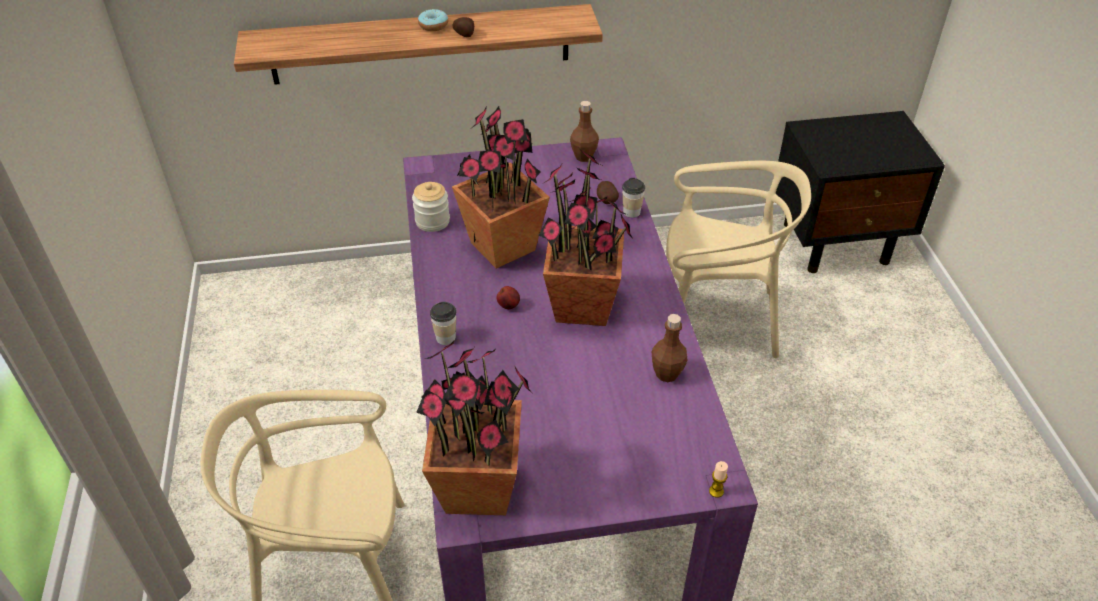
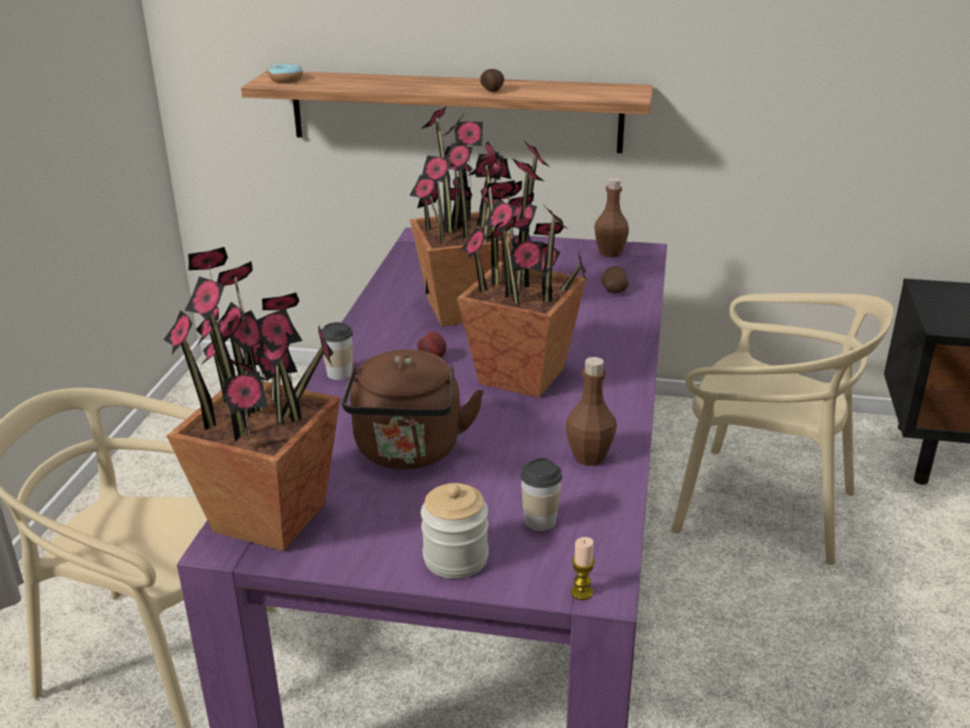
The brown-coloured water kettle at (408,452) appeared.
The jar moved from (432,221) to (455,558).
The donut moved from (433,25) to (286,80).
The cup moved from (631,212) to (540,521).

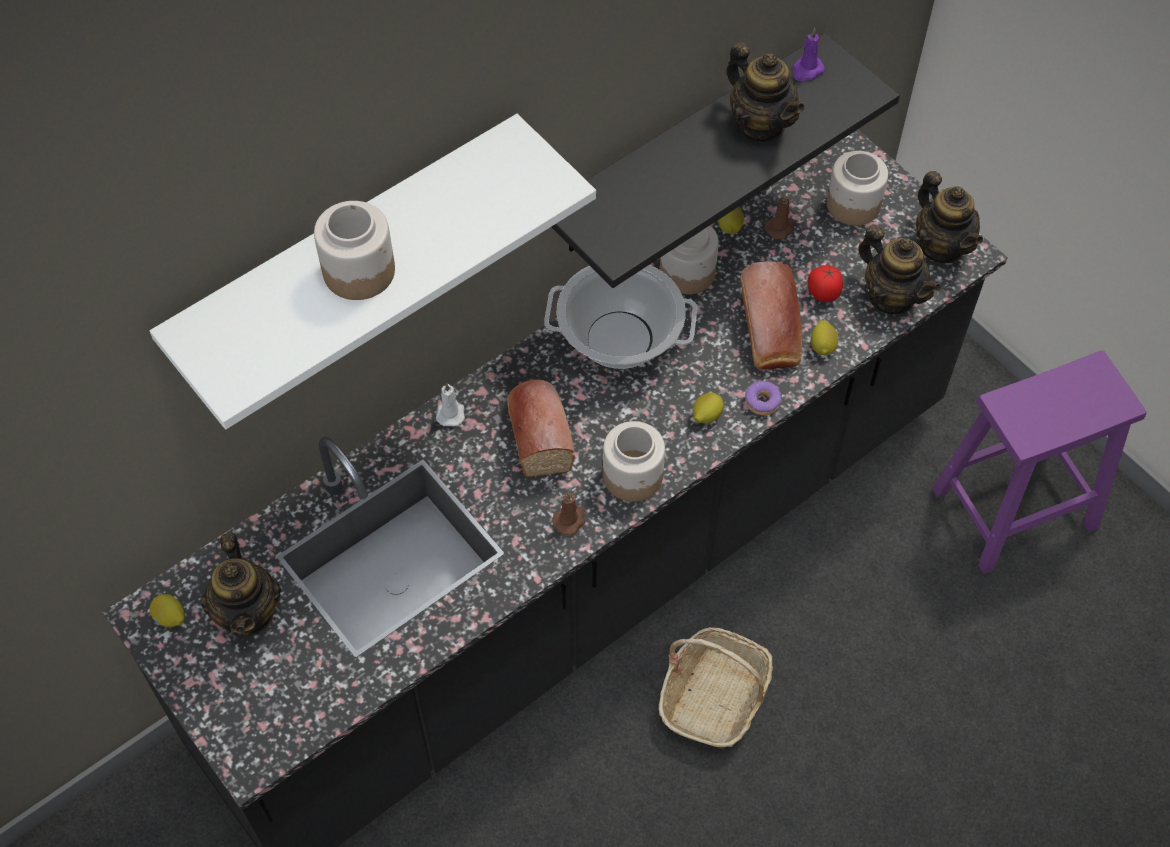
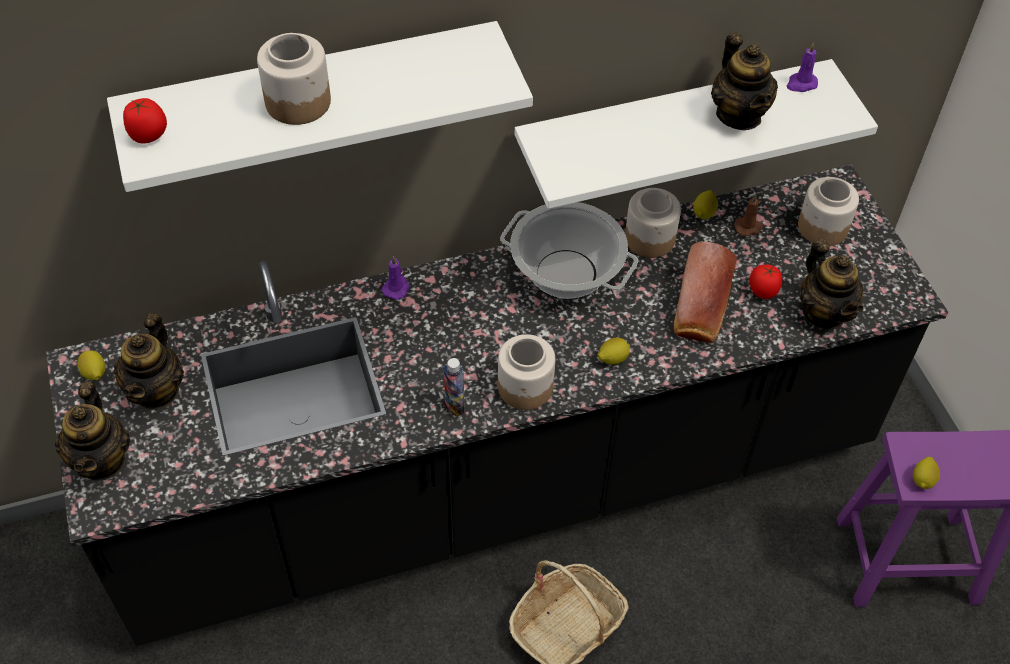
The baked bread at (538,434) disappeared.
The donut at (762,402) disappeared.
The fresh tomato at (149,136) appeared.
The whole lemon moved from (822,346) to (923,480).
The teapot moved from (941,246) to (102,460).
The brown-coloured wax light at (570,520) was replaced by the bottle at (454,405).
The whitish wax light at (450,412) became the purple-coloured wax light at (396,288).
The black-coloured wall shelf at (685,148) became the whitish wall shelf at (672,122).

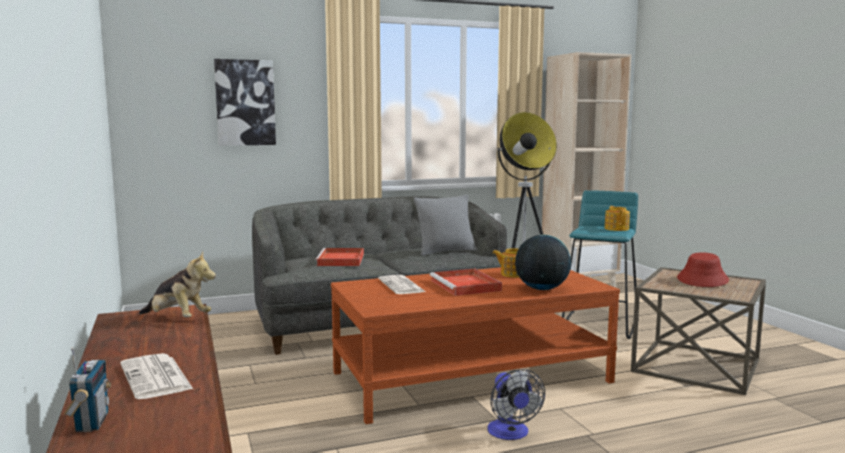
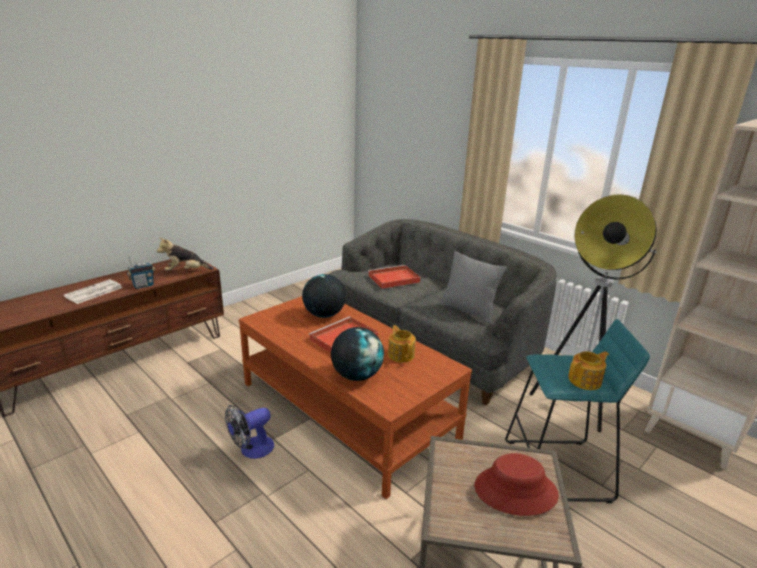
The picture at (245,102) disappeared.
The radio moved from (91,422) to (143,285).
The daily paper at (402,286) was replaced by the globe at (324,315).
The plush toy at (178,319) turned 75 degrees clockwise.

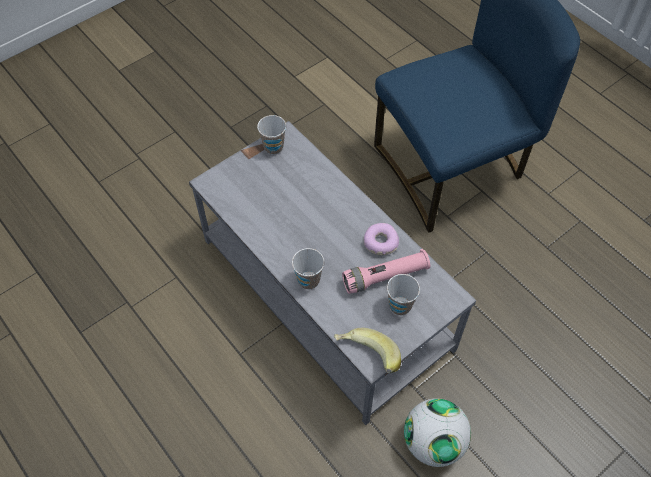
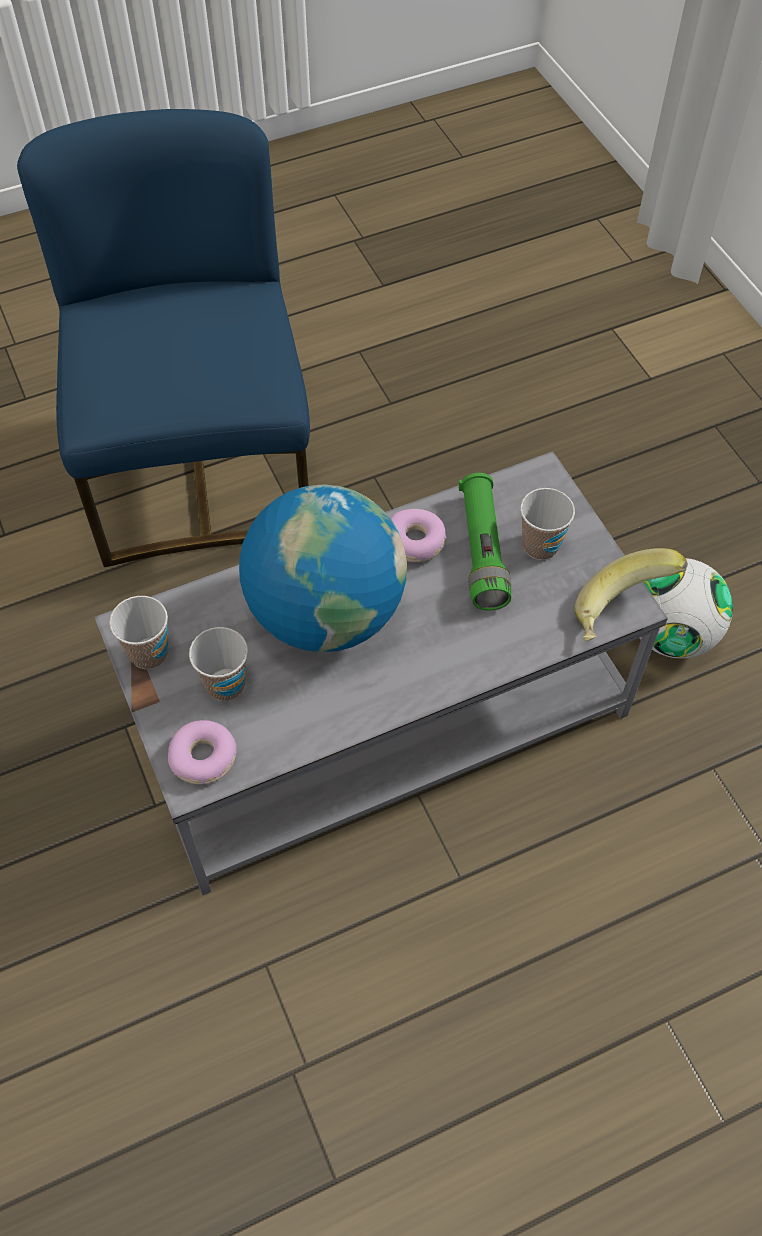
The donut at (204,757) appeared.
The globe at (325,613) appeared.
The cup moved from (308,280) to (225,685).
The pinkish torch at (385,277) became the green torch at (482,551).

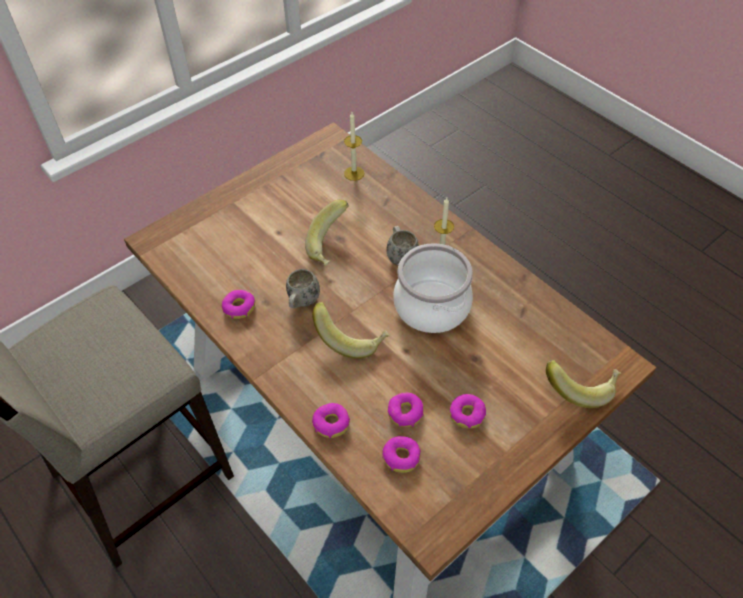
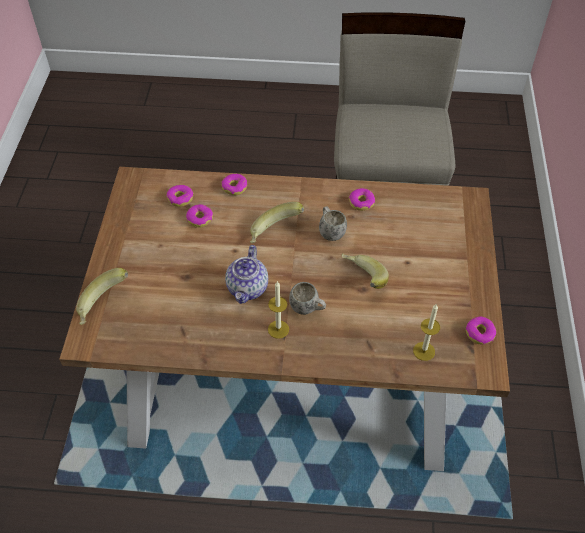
The donut moved from (467,414) to (479,333).
The stockpot at (431,306) was replaced by the teapot at (248,288).

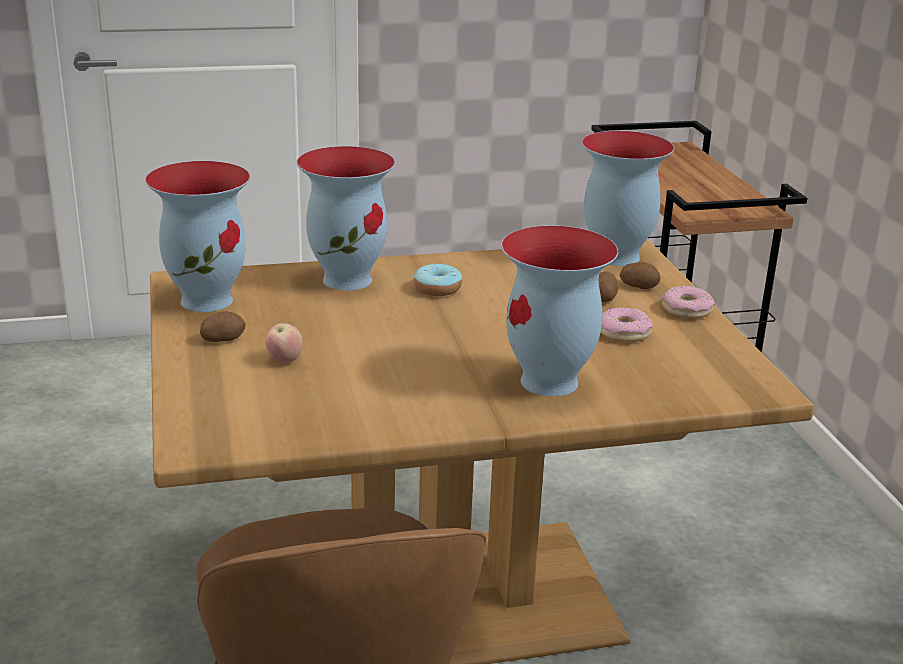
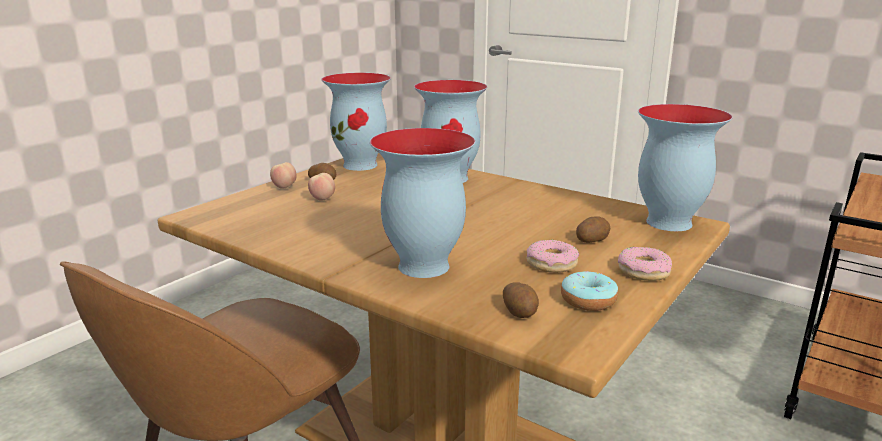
The whole apple at (284,187) appeared.
The donut moved from (437,289) to (588,300).
The spud moved from (639,286) to (520,312).

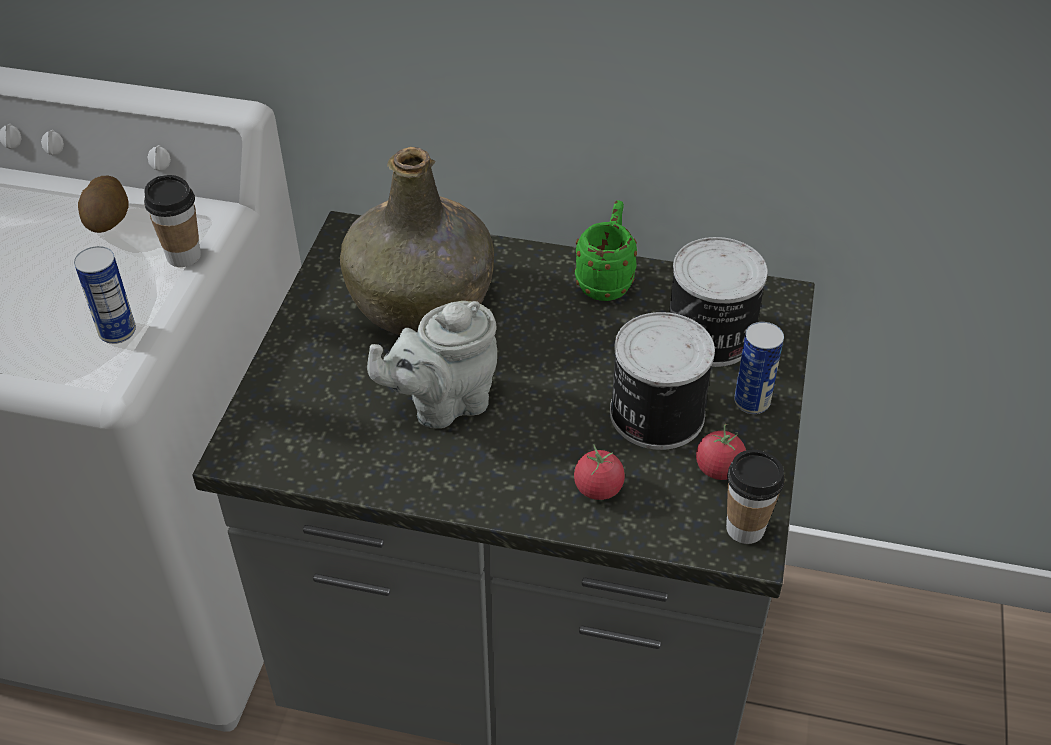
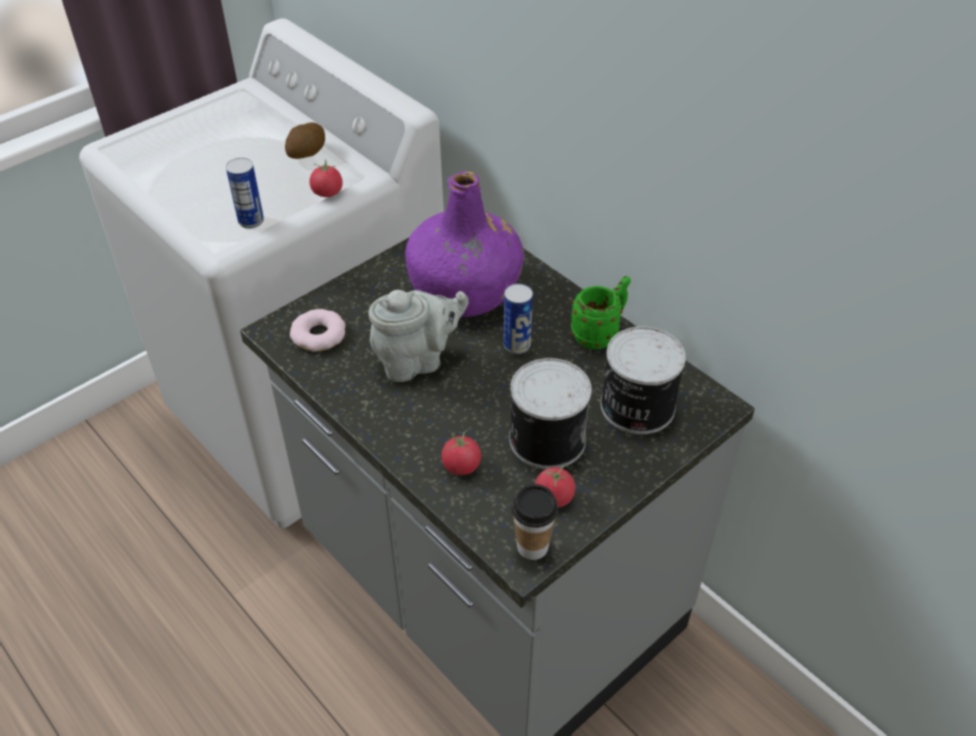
The donut at (319,335) appeared.
The can moved from (752,402) to (517,345).
The cup at (183,256) was replaced by the fresh tomato at (327,193).
The green bottle at (423,301) became the purple-coloured bottle at (466,290).
The gray teapot at (443,403) turned 150 degrees clockwise.

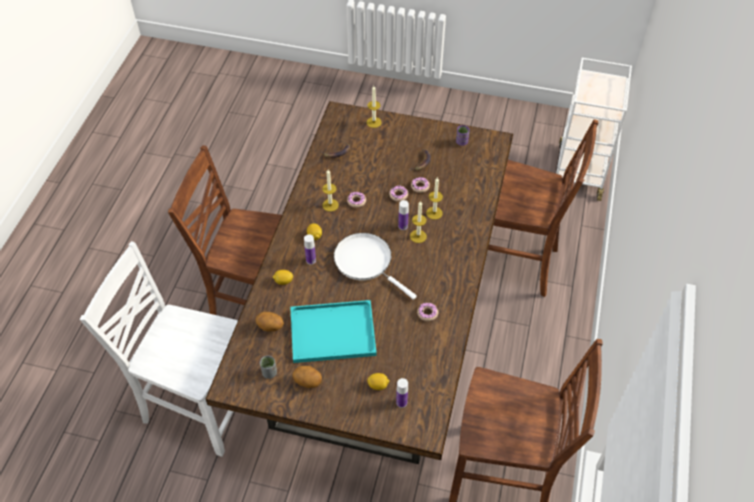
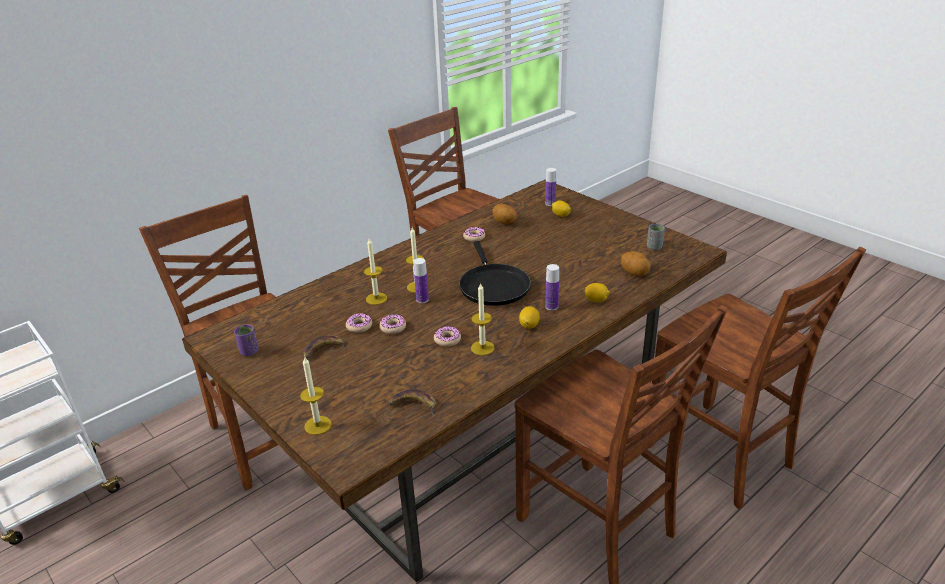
The blue-green tray at (334,331) disappeared.
The spud moved from (308,381) to (504,223).
The whitish plain chair at (197,405) became the brown-coloured plain chair at (721,456).
The whitish pan at (366,262) became the black-coloured pan at (493,286).

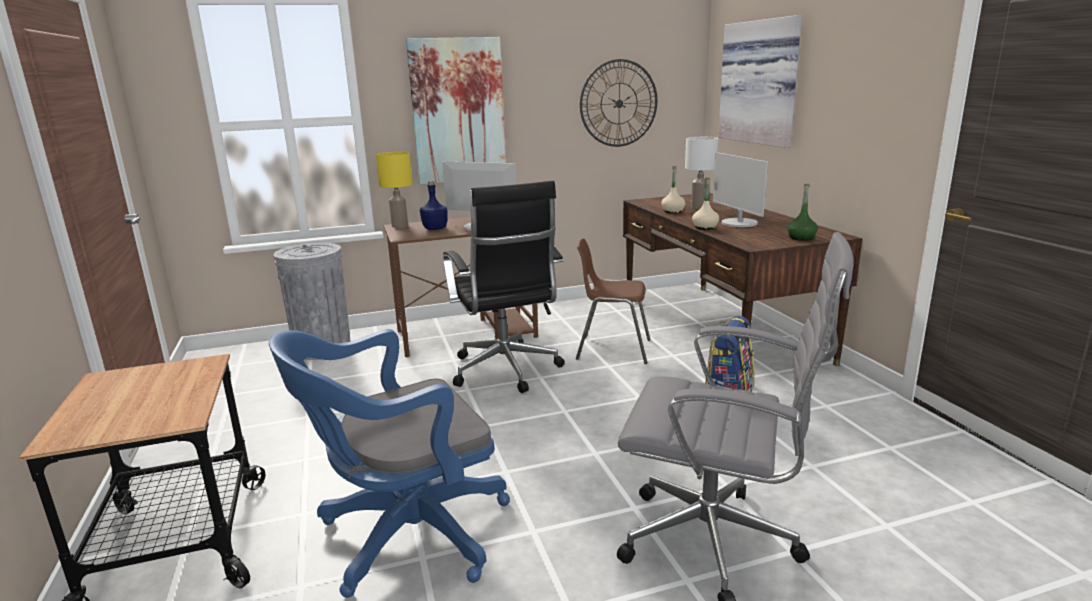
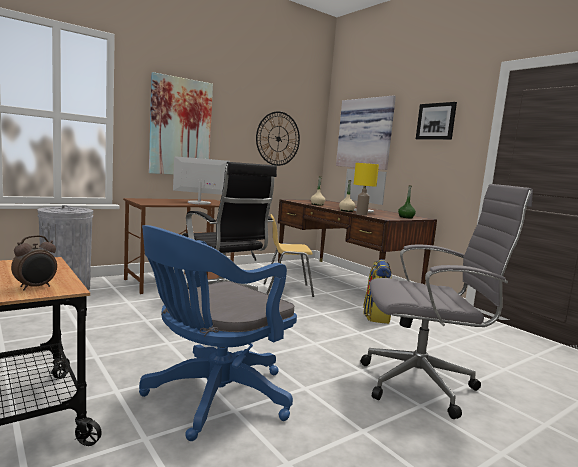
The blue bottle at (435,229) disappeared.
The whitish table lamp at (699,207) disappeared.
The alarm clock at (35,287) appeared.
The picture at (436,121) appeared.
The yellow table lamp moved from (400,226) to (362,214).
The brown-coloured plain chair at (613,349) became the yellow plain chair at (287,290).

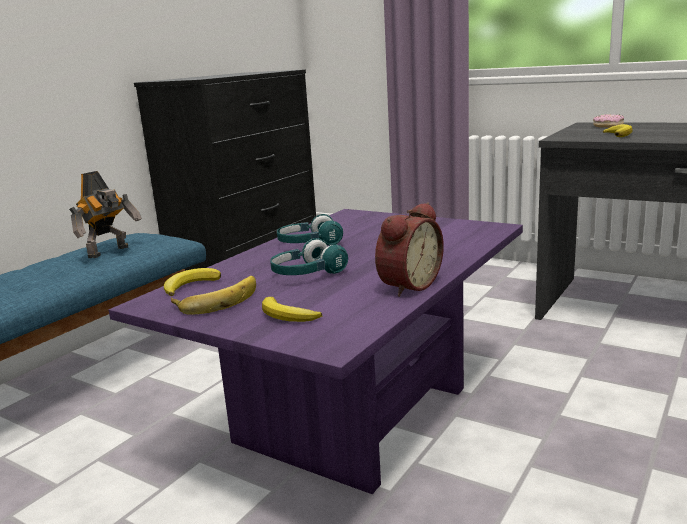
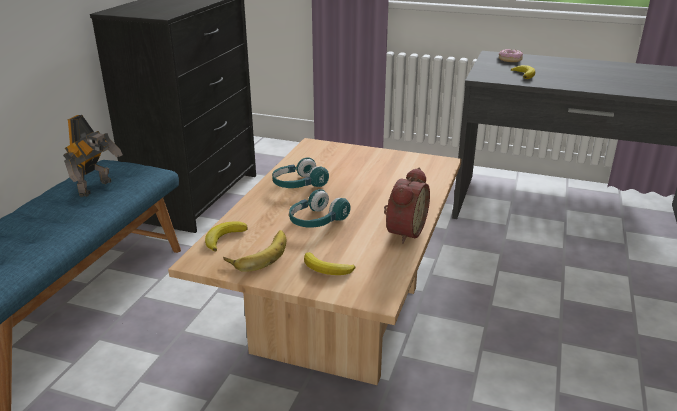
The purple-coloured low table at (353,414) became the beige low table at (338,318).

